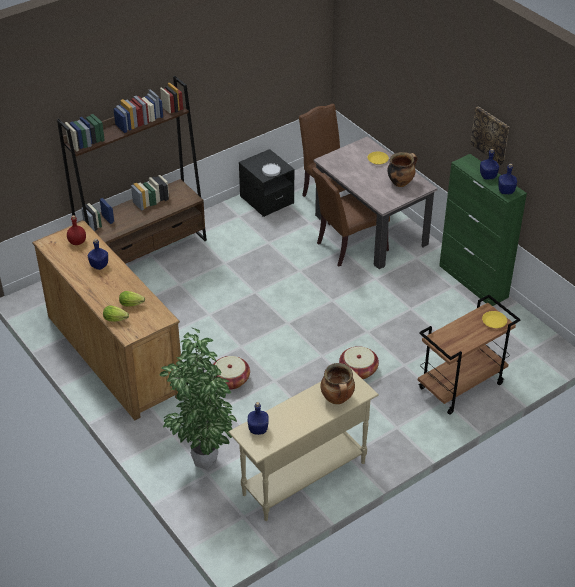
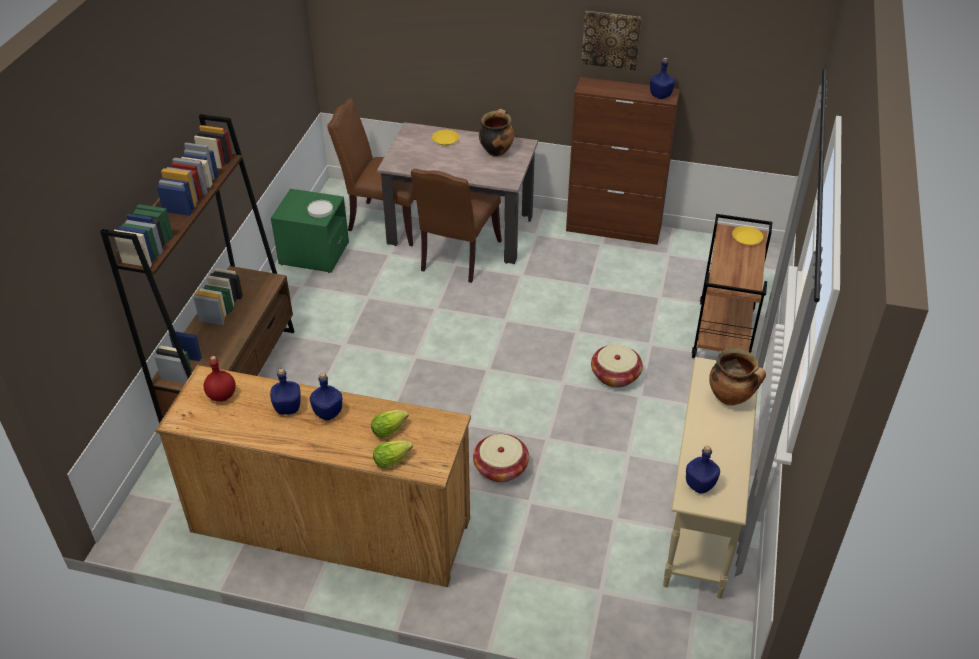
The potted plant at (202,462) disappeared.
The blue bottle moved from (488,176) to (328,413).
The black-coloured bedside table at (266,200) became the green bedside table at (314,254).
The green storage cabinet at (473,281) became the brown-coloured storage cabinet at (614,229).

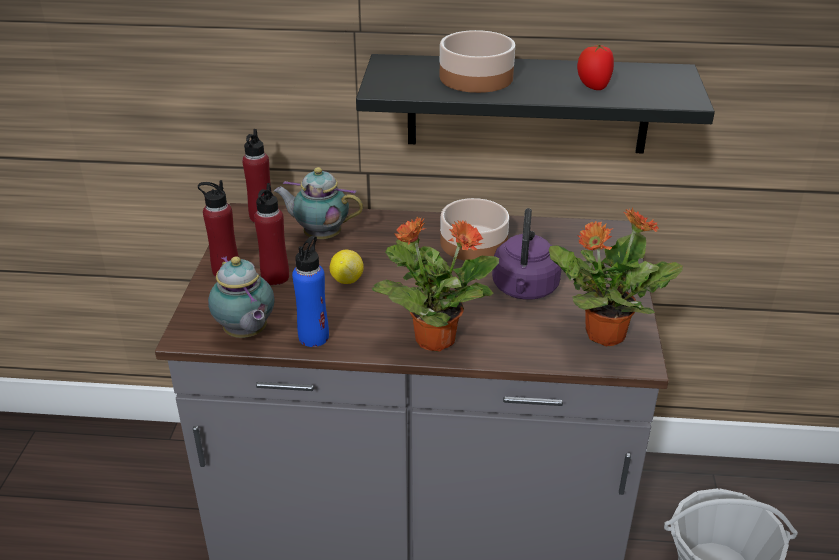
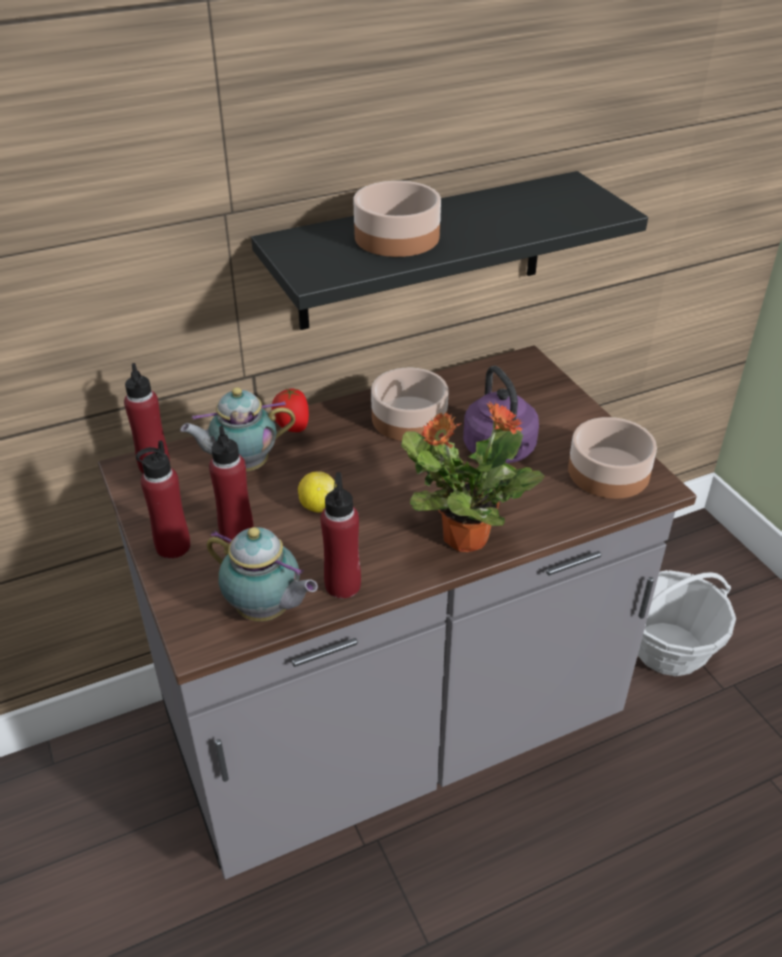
The fresh tomato moved from (593,87) to (292,428).
The potted plant at (603,334) was replaced by the deep dish at (607,471).
The blue bottle at (314,337) became the red bottle at (343,585).

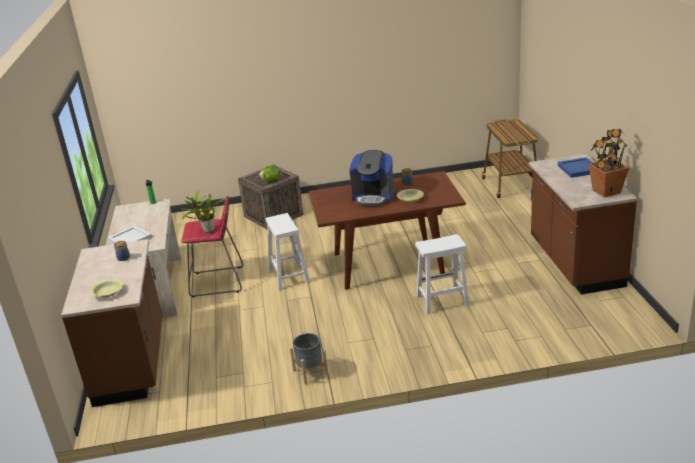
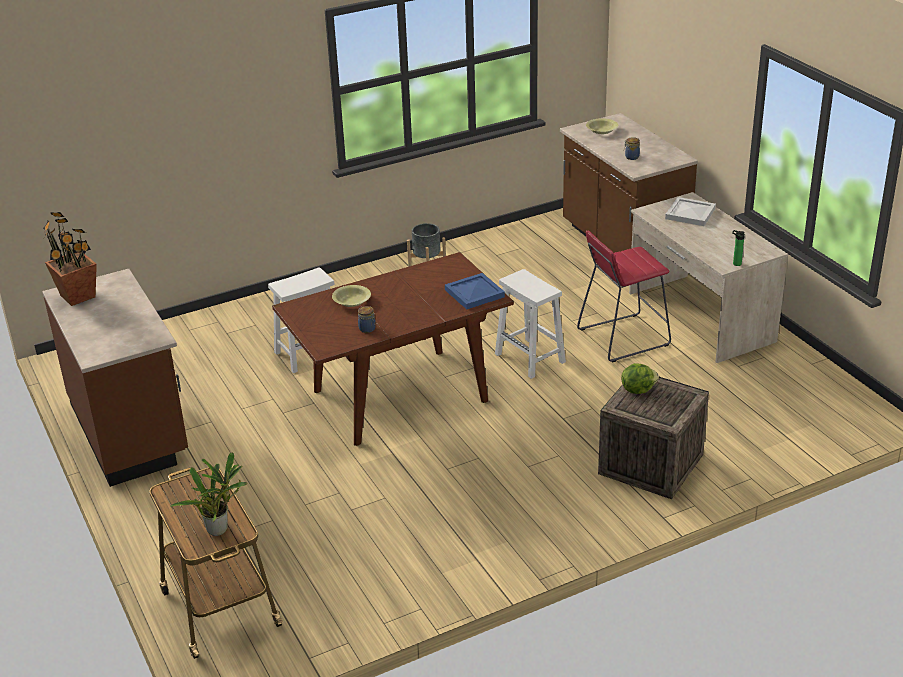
The coffee machine at (373,197) disappeared.
The potted plant moved from (207,231) to (220,528).
The blue tray moved from (579,169) to (474,294).

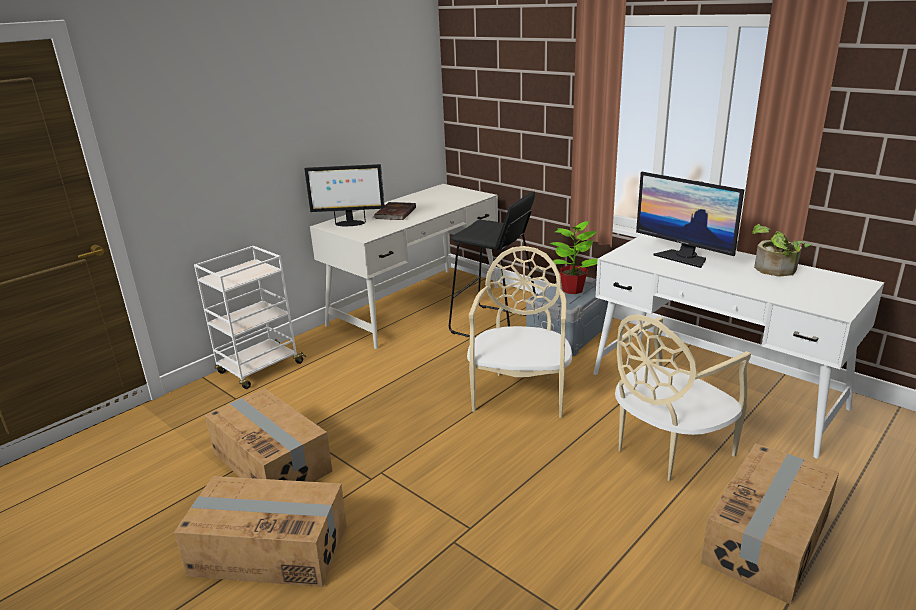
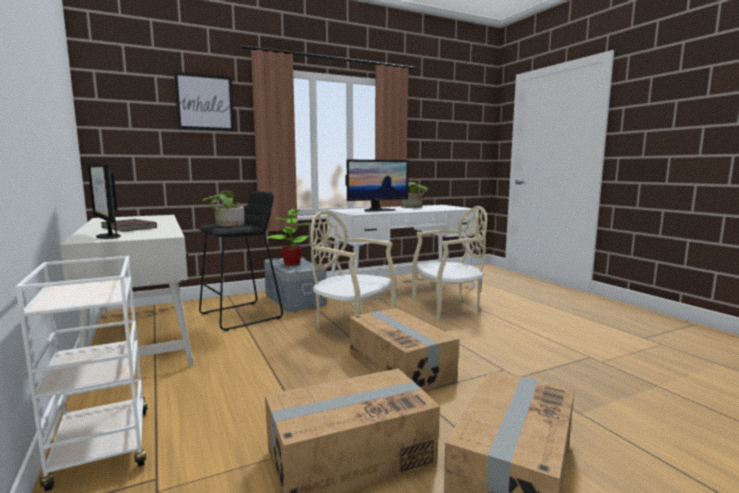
The picture at (205,102) appeared.
The potted plant at (226,224) appeared.
The carton moved from (768,539) to (400,366).
The monitor at (349,223) turned 120 degrees clockwise.
The beige plain chair at (667,449) turned 90 degrees counterclockwise.

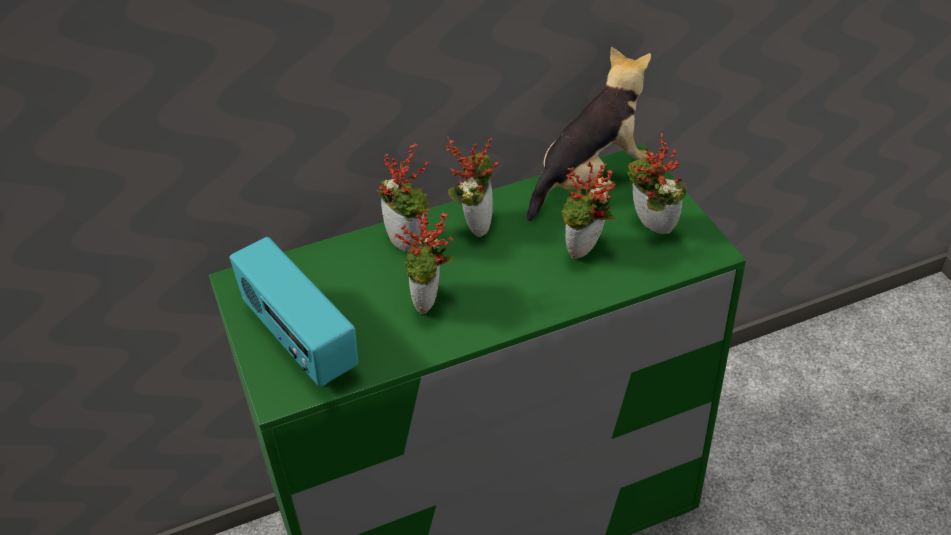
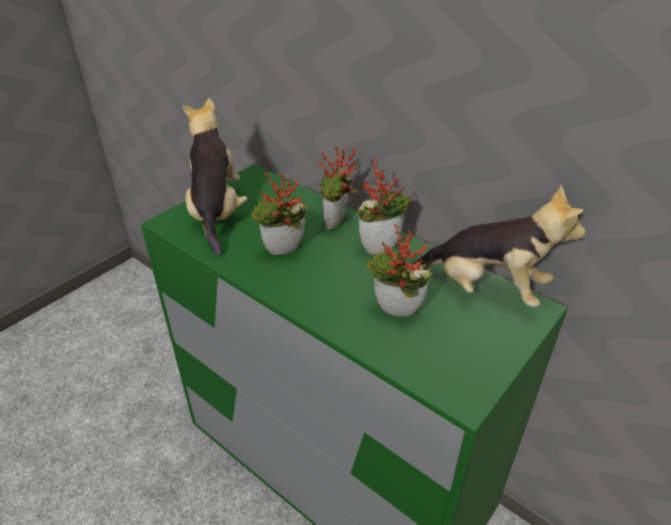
The potted plant at (650,227) disappeared.
The radio at (299,340) was replaced by the plush toy at (216,213).

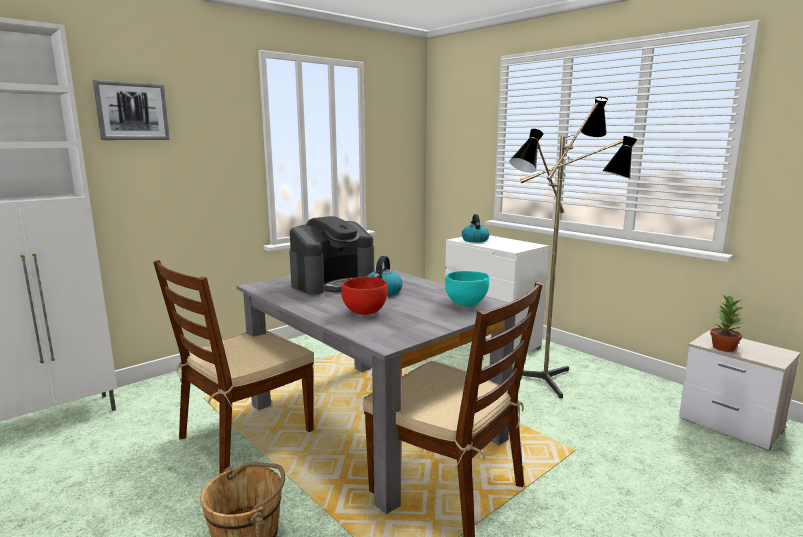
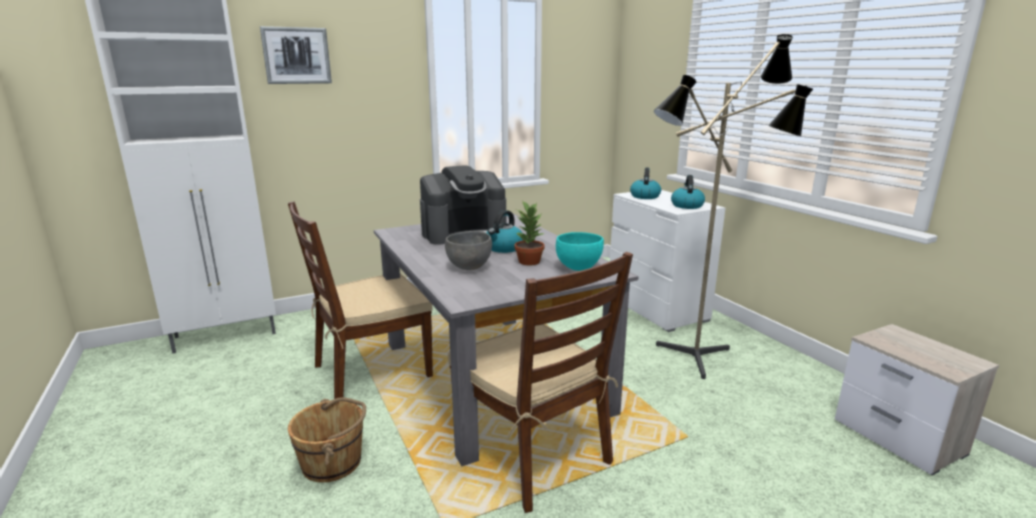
The water kettle at (686,205) appeared.
The potted plant moved from (723,347) to (529,261).
The red deep dish at (364,312) became the gray deep dish at (469,267).

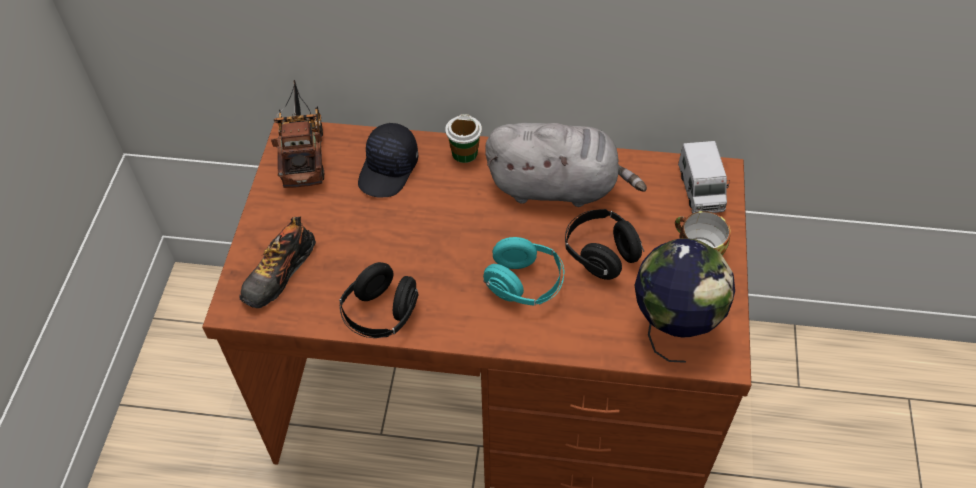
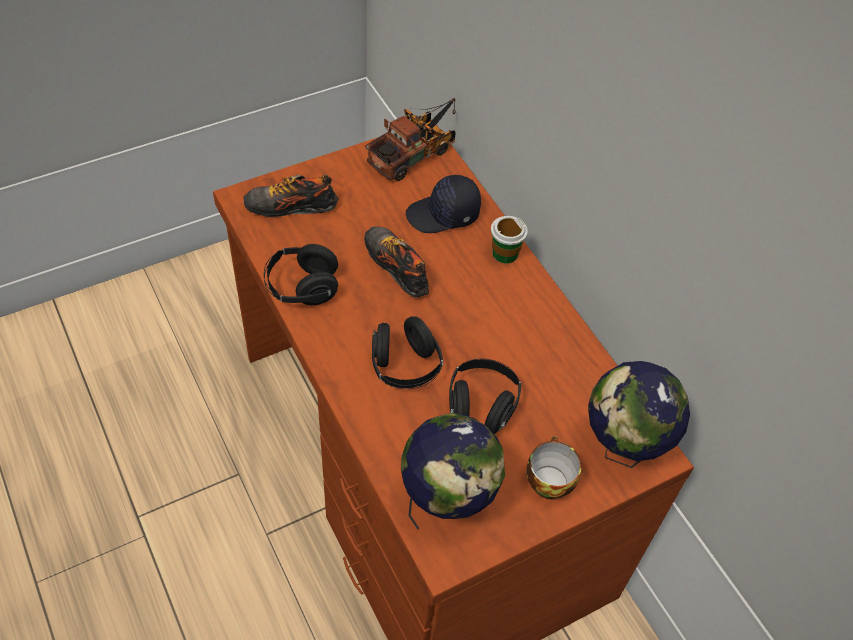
The gray plush toy at (558,187) disappeared.
The low shoe at (397,267) appeared.
The toy lorry at (700,189) was replaced by the globe at (622,448).
The blue-green headphones at (524,284) became the black-coloured headphones at (405,366).

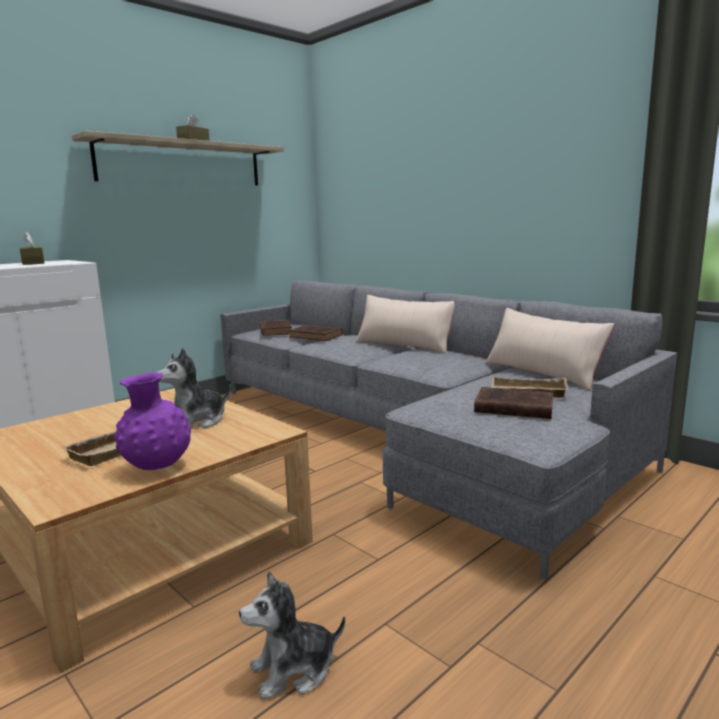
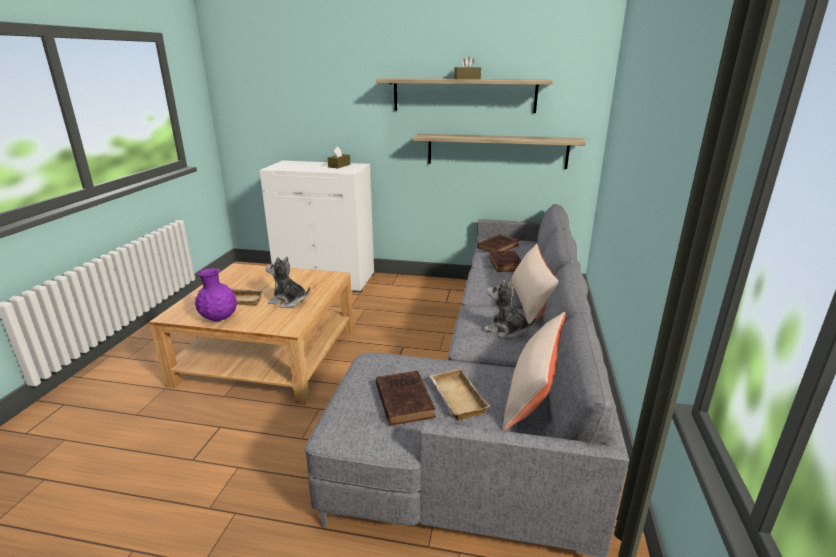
The wall shelf at (497,151) appeared.
The plush toy moved from (294,670) to (506,330).

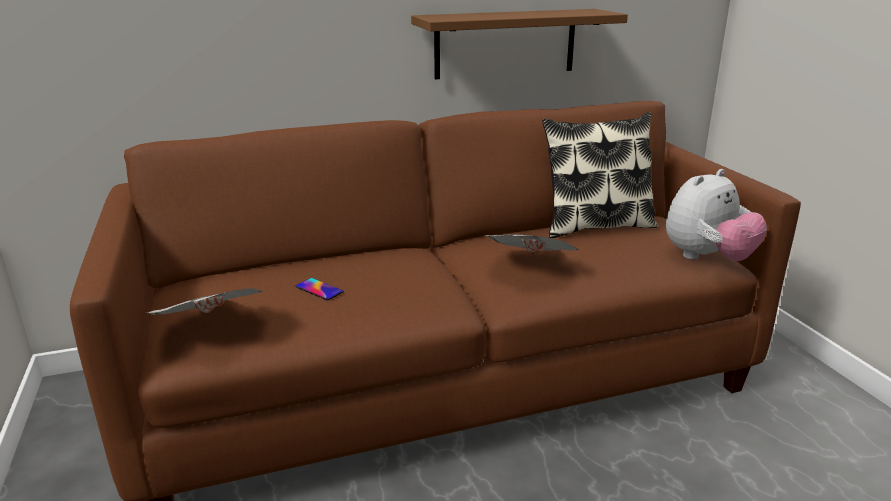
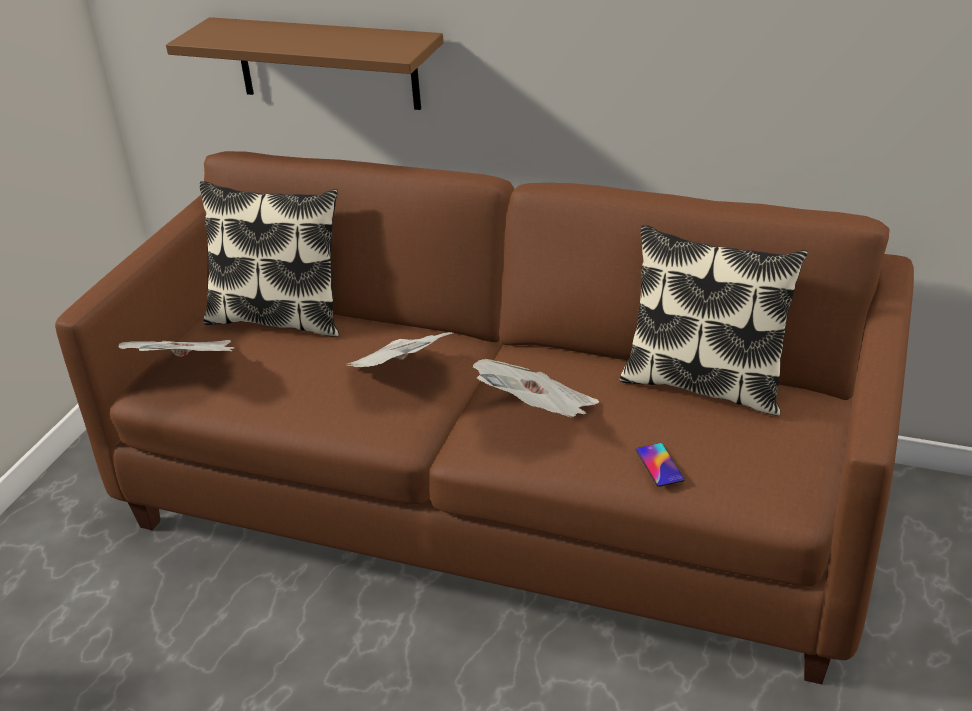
The plush toy at (707,258) disappeared.
The throw pillow at (279,318) appeared.
The daily paper at (401,374) appeared.
The phone moved from (319,289) to (659,465).
The brown-coloured wall shelf moved from (505,43) to (327,63).

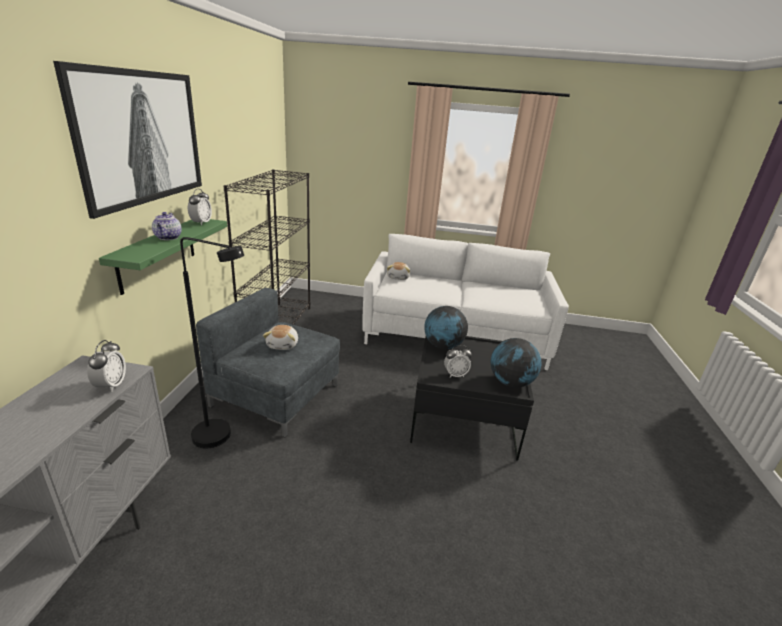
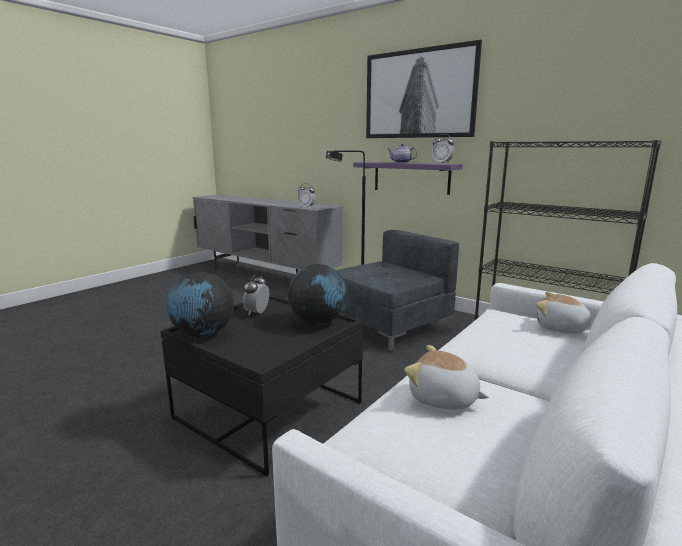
The plush toy moved from (283,345) to (443,399).
The green wall shelf at (158,254) became the purple-coloured wall shelf at (411,177).

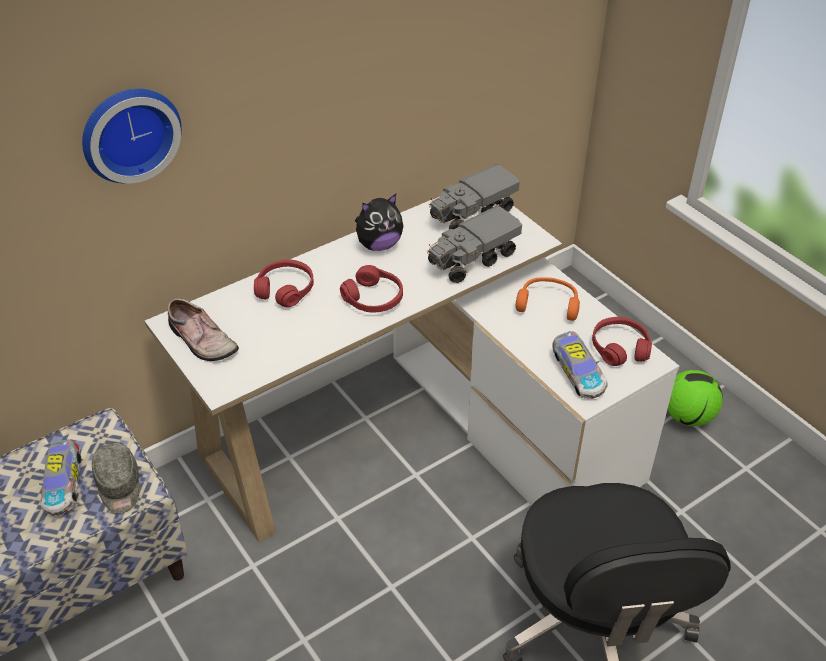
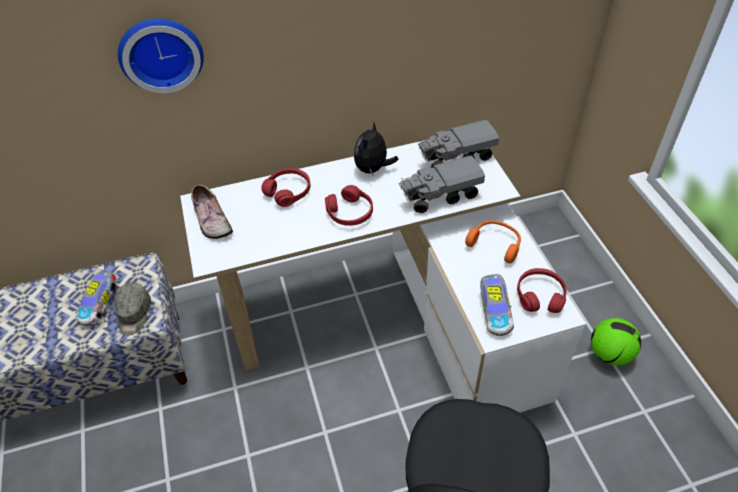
The plush toy at (379,245) turned 120 degrees clockwise.

